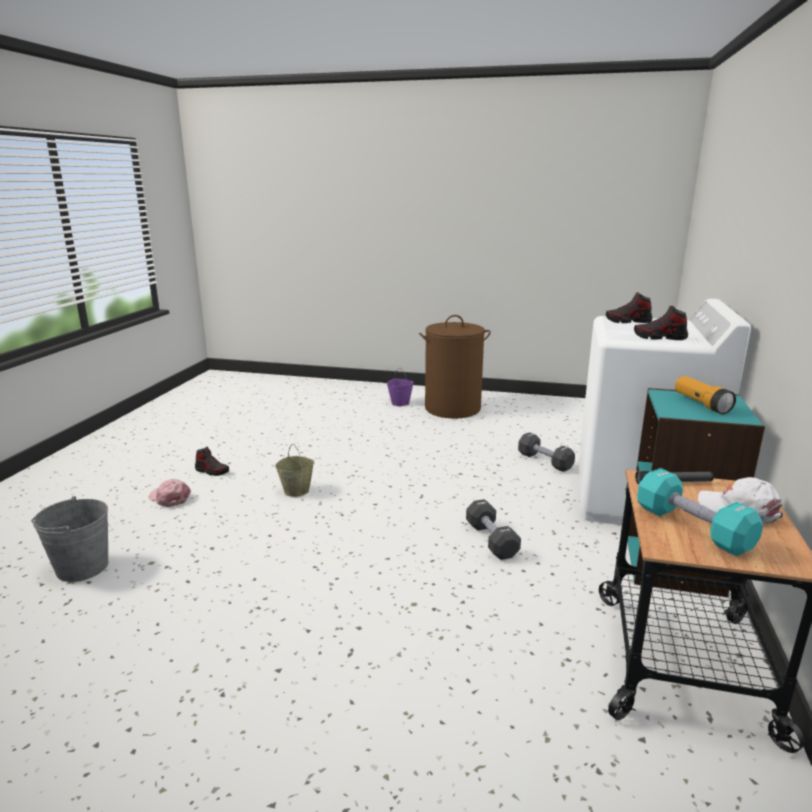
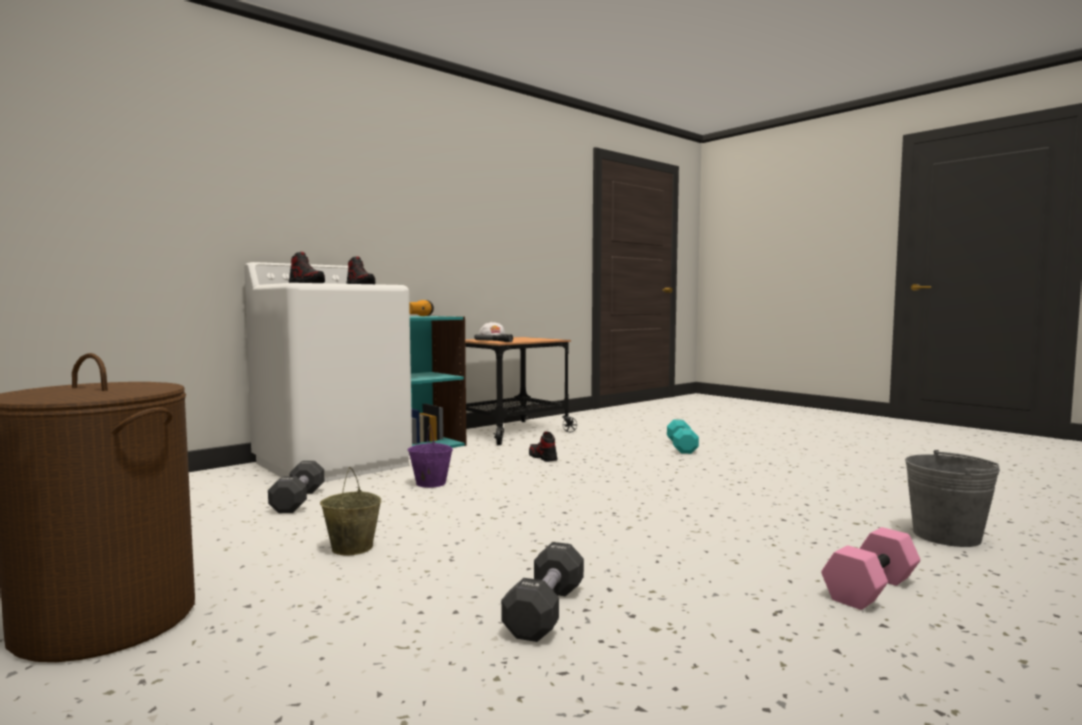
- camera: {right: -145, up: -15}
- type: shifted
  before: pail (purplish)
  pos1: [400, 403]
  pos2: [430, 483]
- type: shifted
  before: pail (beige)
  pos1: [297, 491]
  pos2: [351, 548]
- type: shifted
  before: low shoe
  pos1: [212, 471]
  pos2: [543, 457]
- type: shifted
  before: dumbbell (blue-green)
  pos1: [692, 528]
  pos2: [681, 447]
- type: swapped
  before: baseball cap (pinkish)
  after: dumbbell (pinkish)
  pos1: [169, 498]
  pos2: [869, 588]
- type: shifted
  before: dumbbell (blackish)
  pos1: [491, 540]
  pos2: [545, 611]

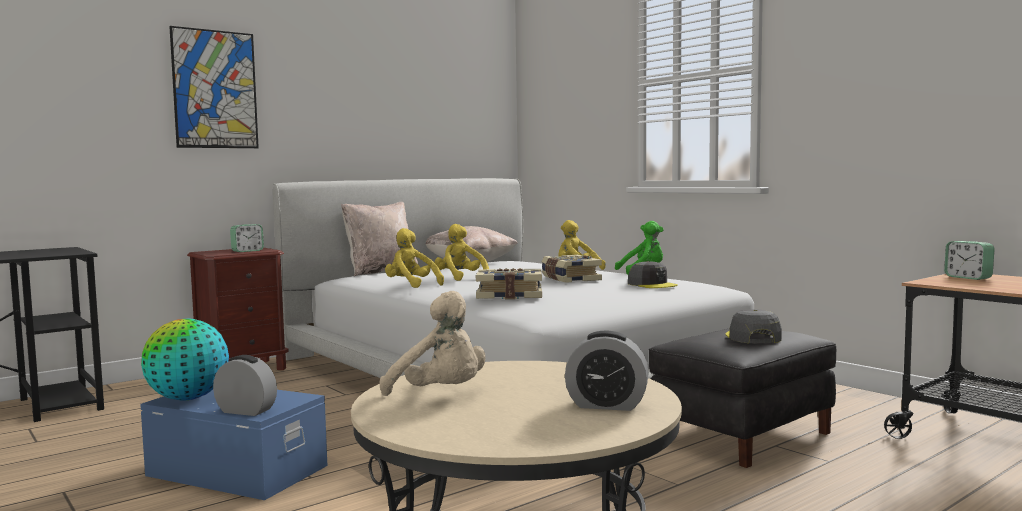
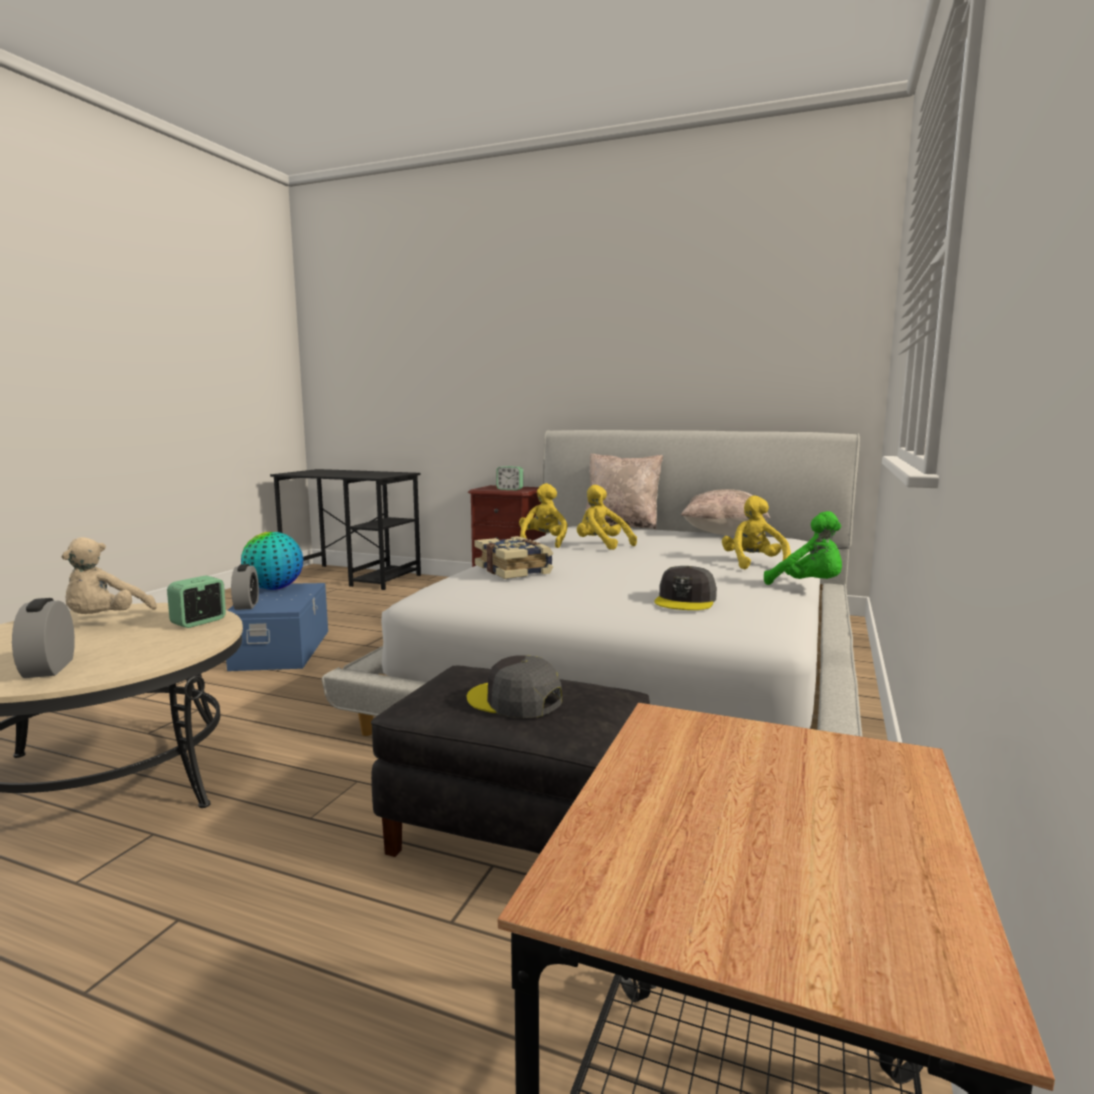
- camera: {right: 60, up: 5}
- type: gone
  before: wall picture
  pos1: [215, 89]
- type: rotated
  before: soft toy (yellow)
  pos1: [460, 278]
  pos2: [601, 545]
  turn: -75
- type: shifted
  before: table clock
  pos1: [968, 277]
  pos2: [199, 622]
- type: gone
  before: volume
  pos1: [569, 279]
- type: rotated
  before: baseball cap (grey)
  pos1: [752, 337]
  pos2: [514, 700]
  turn: -120

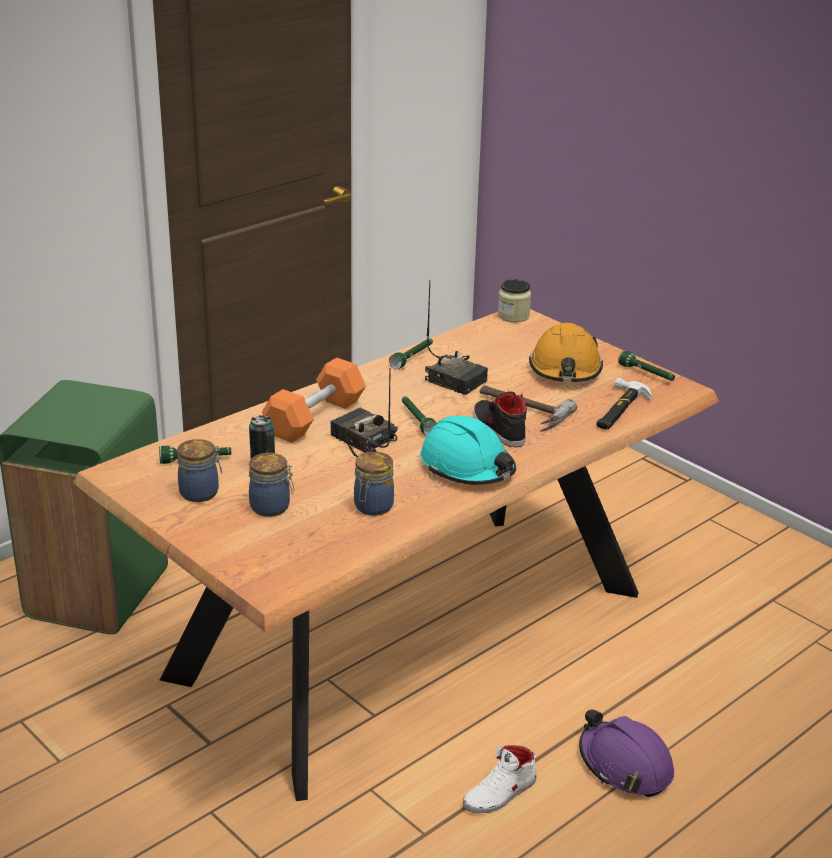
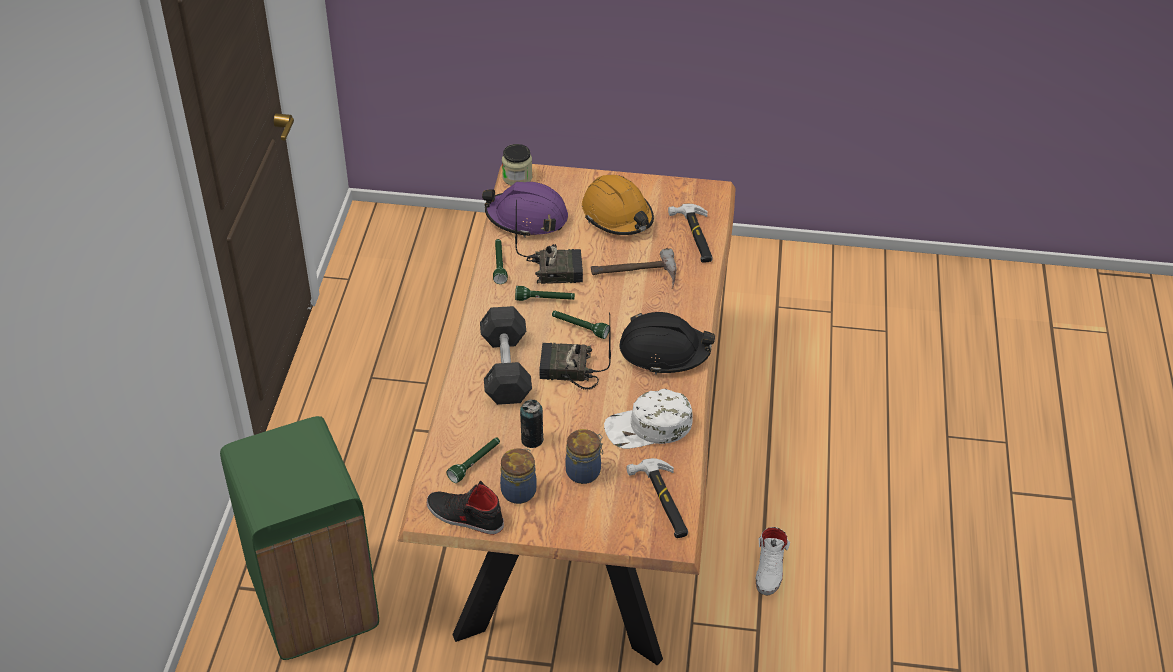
- camera: {right: -40, up: 15}
- type: shifted
  before: flashlight (green)
  pos1: [646, 374]
  pos2: [545, 300]
- type: repainted
  before: dumbbell (orangey)
  after: dumbbell (grey)
  pos1: [315, 418]
  pos2: [505, 368]
- type: shifted
  before: low shoe (blackish)
  pos1: [498, 428]
  pos2: [464, 517]
- type: repainted
  before: hard hat (blue-green)
  after: hard hat (blackish)
  pos1: [467, 467]
  pos2: [664, 352]
- type: swapped
  before: preserve jar
  after: baseball cap (white-coloured)
  pos1: [372, 507]
  pos2: [648, 427]
- type: shifted
  before: hard hat (purplish)
  pos1: [625, 765]
  pos2: [527, 218]
- type: new
  after: hand hammer
  pos2: [662, 501]

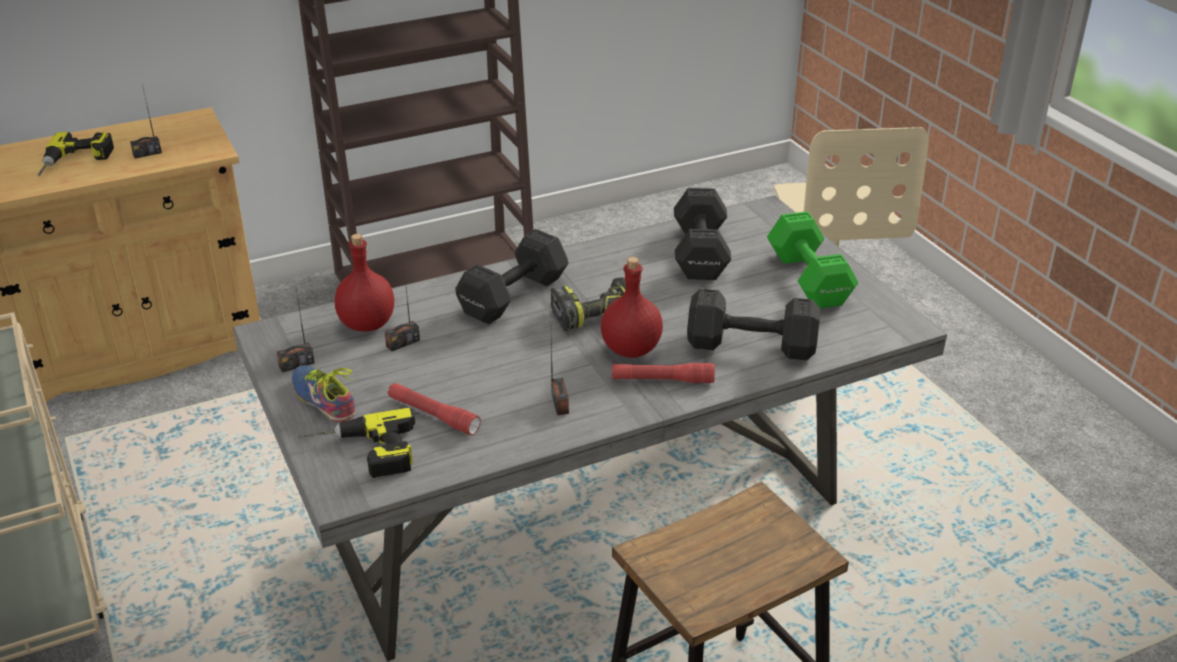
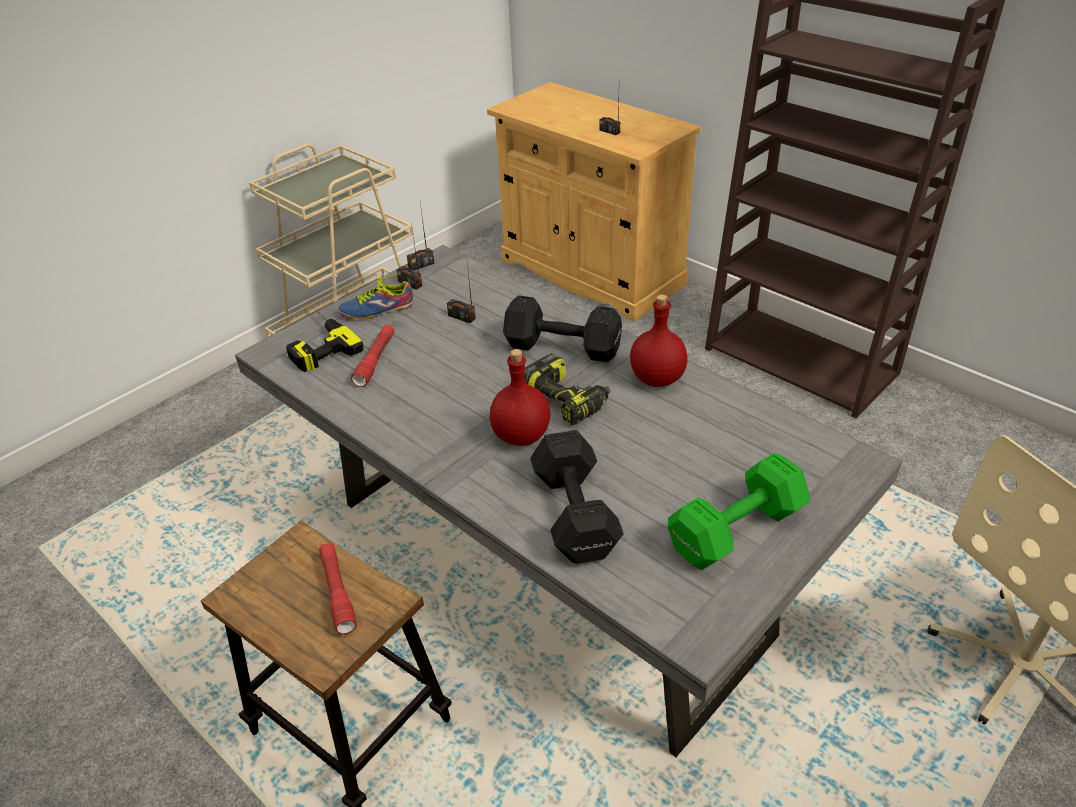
- camera: {right: 70, up: 5}
- type: gone
  before: power drill
  pos1: [76, 162]
- type: gone
  before: dumbbell (blackish)
  pos1: [699, 254]
- type: shifted
  before: drink bottle (reddish)
  pos1: [366, 325]
  pos2: [656, 378]
- type: shifted
  before: radio set
  pos1: [559, 404]
  pos2: [421, 265]
- type: shifted
  before: flashlight (reddish)
  pos1: [662, 380]
  pos2: [337, 592]
- type: rotated
  before: low shoe
  pos1: [326, 398]
  pos2: [376, 308]
  turn: -135

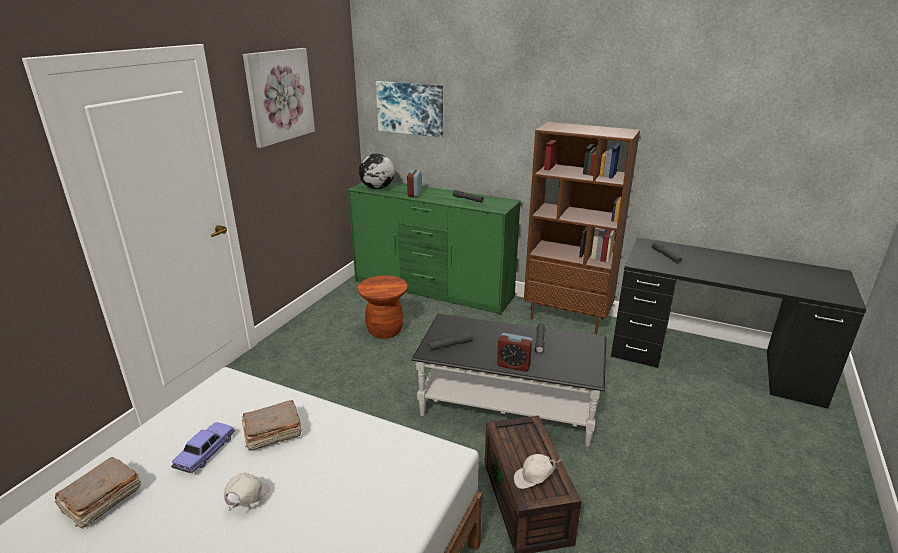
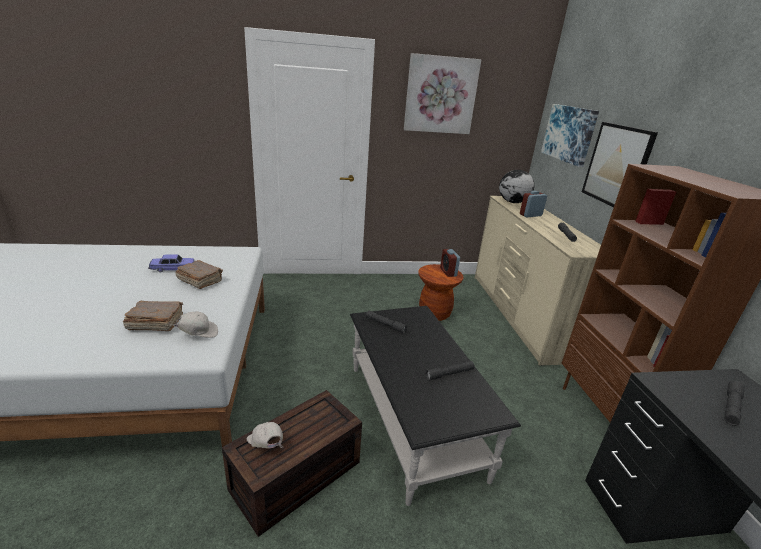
- camera: {right: 55, up: 0}
- type: repainted
  before: drawer chest (green)
  after: drawer chest (beige)
  pos1: [433, 290]
  pos2: [519, 314]
- type: shifted
  before: table clock
  pos1: [513, 365]
  pos2: [448, 272]
- type: shifted
  before: volume (brown)
  pos1: [101, 501]
  pos2: [155, 323]
- type: shifted
  before: baseball cap (white-coloured)
  pos1: [247, 501]
  pos2: [198, 334]
- type: new
  after: wall picture
  pos2: [617, 165]

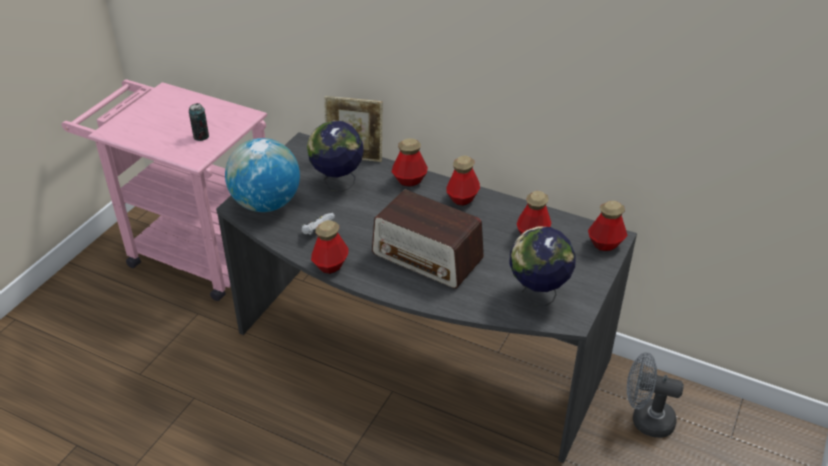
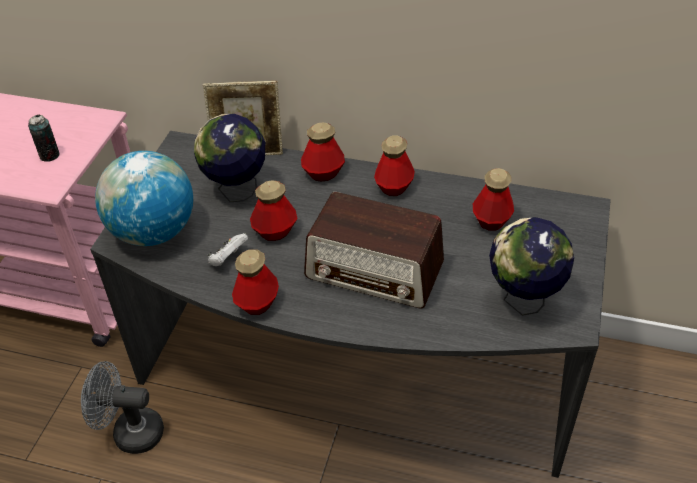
- camera: {right: -10, up: 5}
- type: shifted
  before: drink bottle
  pos1: [605, 244]
  pos2: [275, 231]
- type: shifted
  before: electric fan (grey)
  pos1: [645, 419]
  pos2: [130, 432]

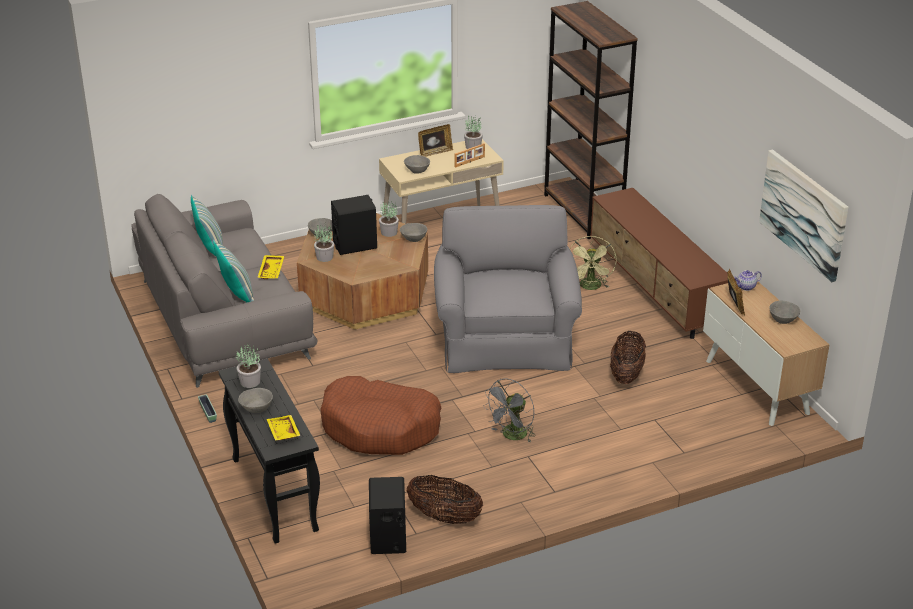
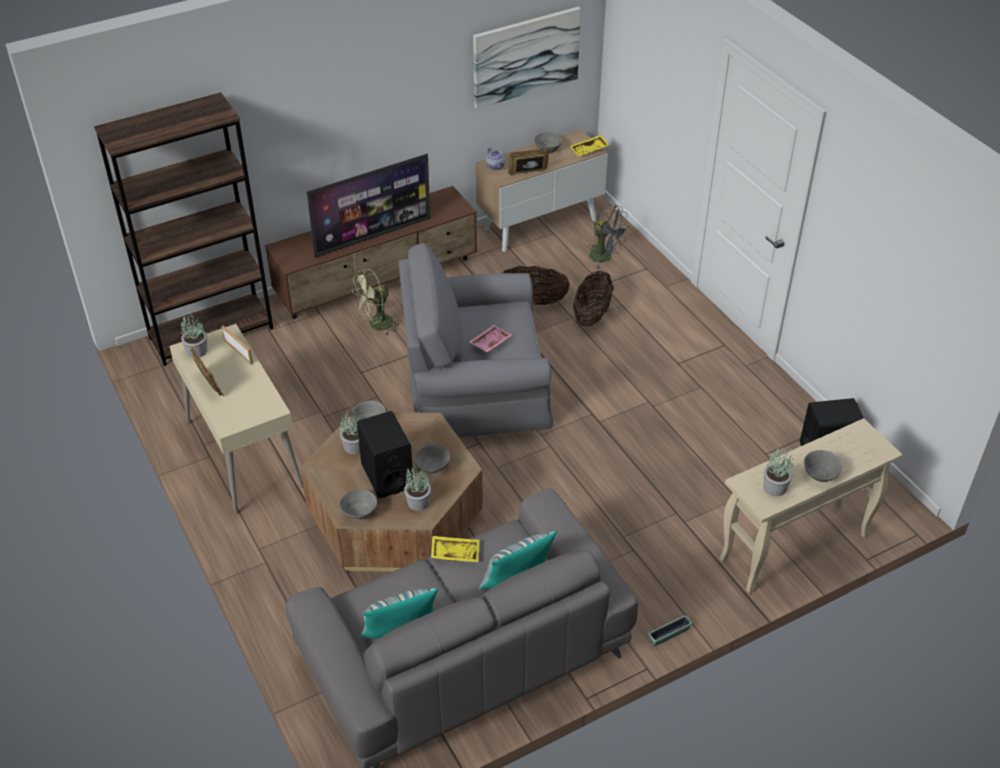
- camera: {right: -95, up: 10}
- type: shifted
  before: serving bowl (grey)
  pos1: [417, 170]
  pos2: [433, 467]
- type: rotated
  before: electric fan (green)
  pos1: [591, 287]
  pos2: [376, 325]
  turn: 150
- type: repainted
  before: narrow table (blackish)
  after: narrow table (beige)
  pos1: [273, 494]
  pos2: [793, 548]
- type: gone
  before: pet bed (brown)
  pos1: [380, 427]
- type: shifted
  before: electric fan (grey)
  pos1: [512, 436]
  pos2: [605, 257]
- type: shifted
  before: carrying tray (yellow)
  pos1: [282, 432]
  pos2: [589, 150]
- type: shifted
  before: household basket
  pos1: [444, 517]
  pos2: [592, 315]
- type: new
  after: TV set
  pos2: [372, 236]
- type: new
  after: carrying tray (pinkish)
  pos2: [489, 342]

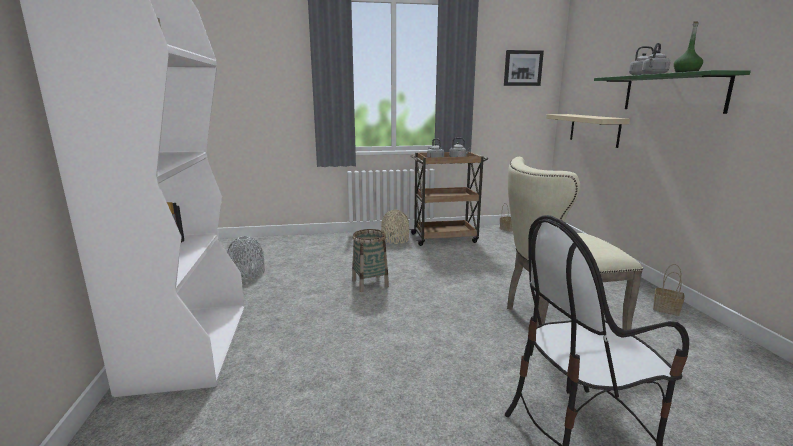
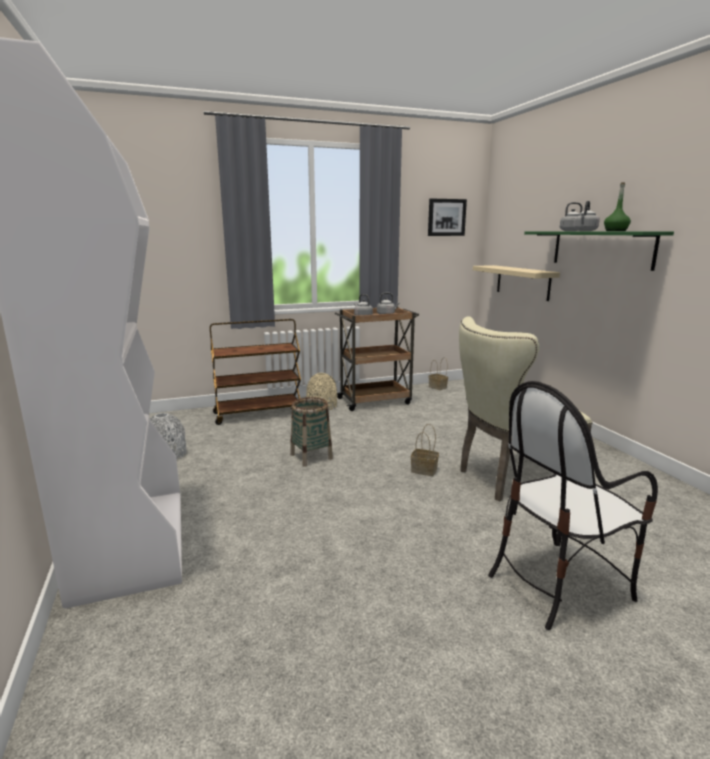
- camera: {right: -10, up: 0}
- type: shifted
  before: household basket
  pos1: [667, 309]
  pos2: [425, 470]
- type: new
  after: wheeled cart (brown)
  pos2: [258, 413]

